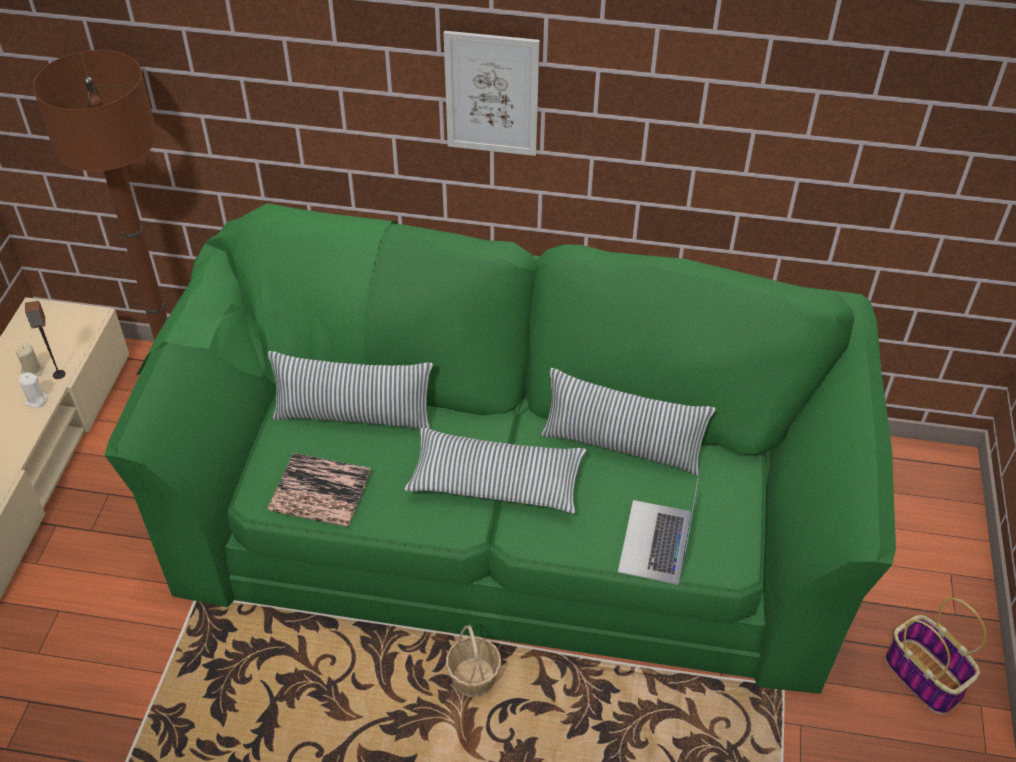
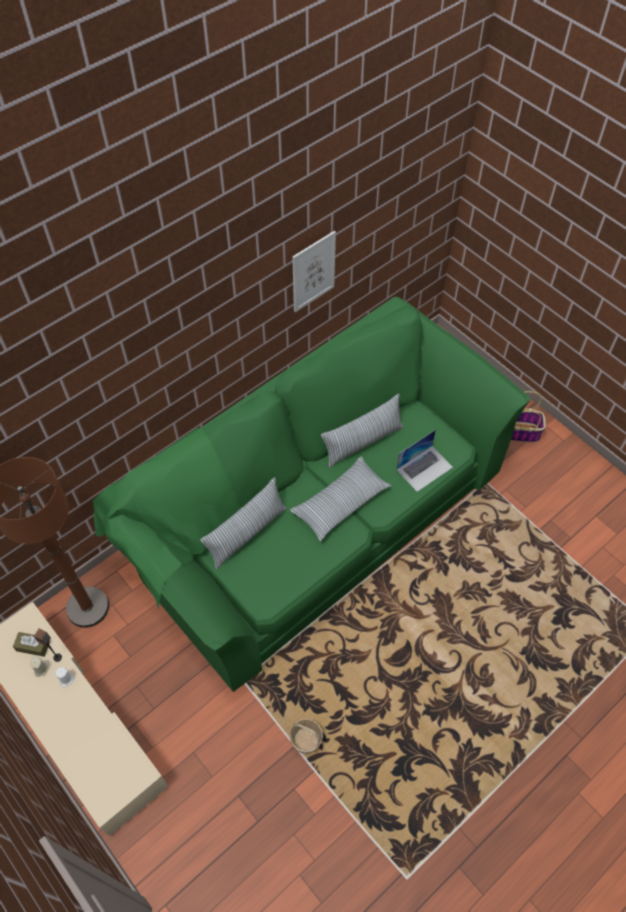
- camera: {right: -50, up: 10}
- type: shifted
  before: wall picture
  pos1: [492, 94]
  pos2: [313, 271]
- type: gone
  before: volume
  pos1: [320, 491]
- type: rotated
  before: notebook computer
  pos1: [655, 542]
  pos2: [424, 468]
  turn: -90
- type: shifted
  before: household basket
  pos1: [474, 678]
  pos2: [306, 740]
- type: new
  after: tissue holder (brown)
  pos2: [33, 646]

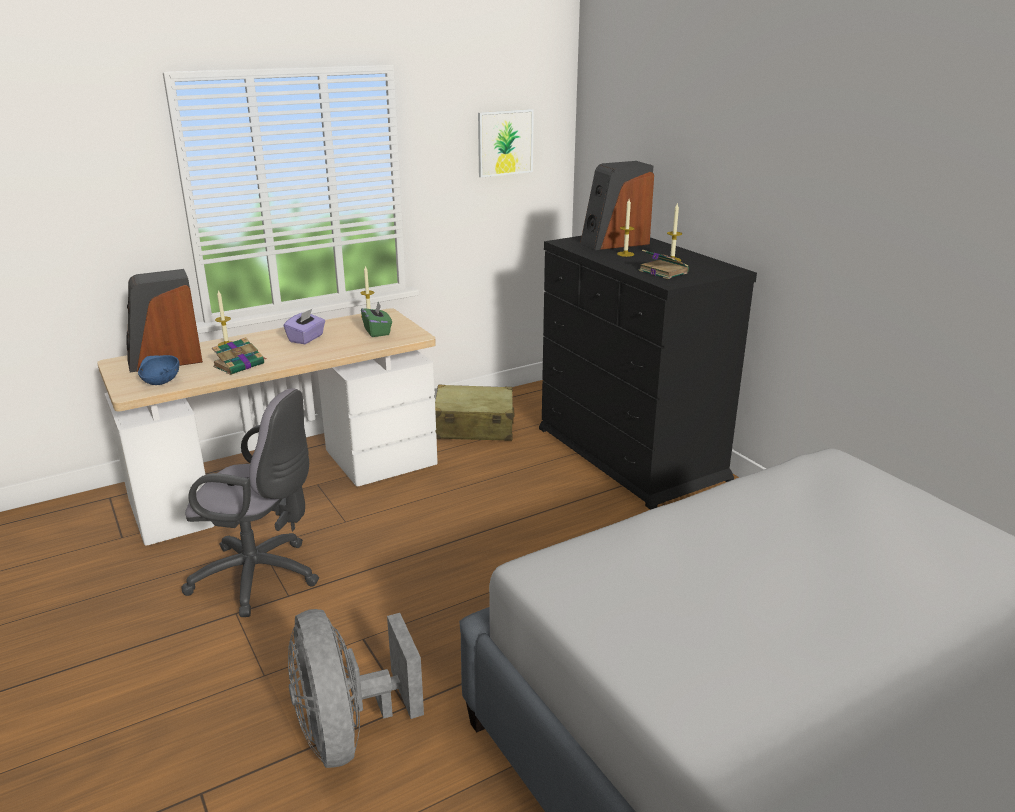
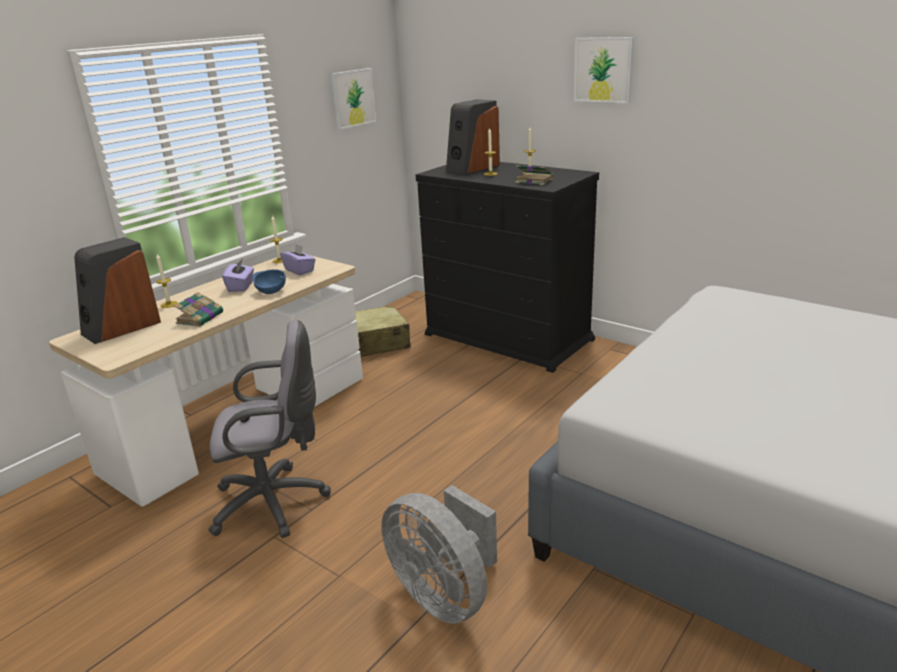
- camera: {right: -20, up: 0}
- type: repainted
  before: tissue holder (green)
  after: tissue holder (purplish)
  pos1: [377, 331]
  pos2: [300, 270]
- type: shifted
  before: serving bowl (blue-coloured)
  pos1: [161, 382]
  pos2: [271, 291]
- type: new
  after: wall picture
  pos2: [603, 70]

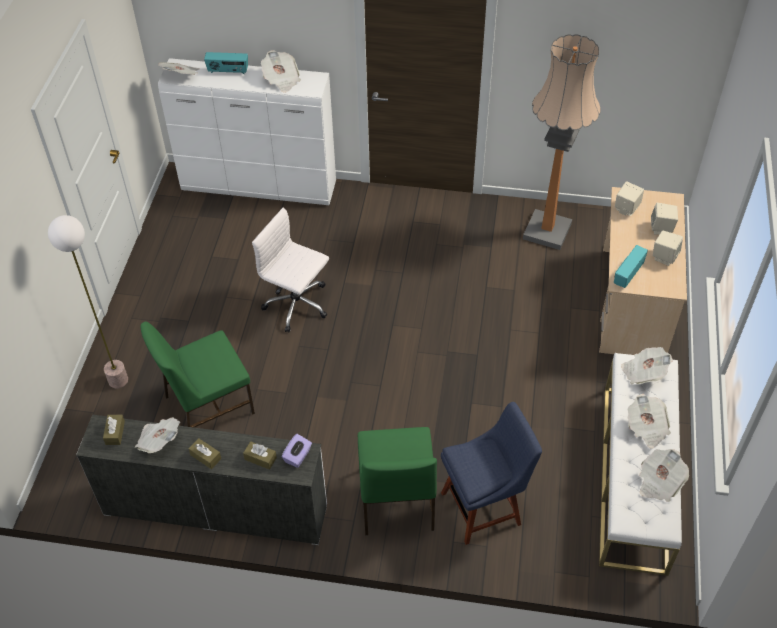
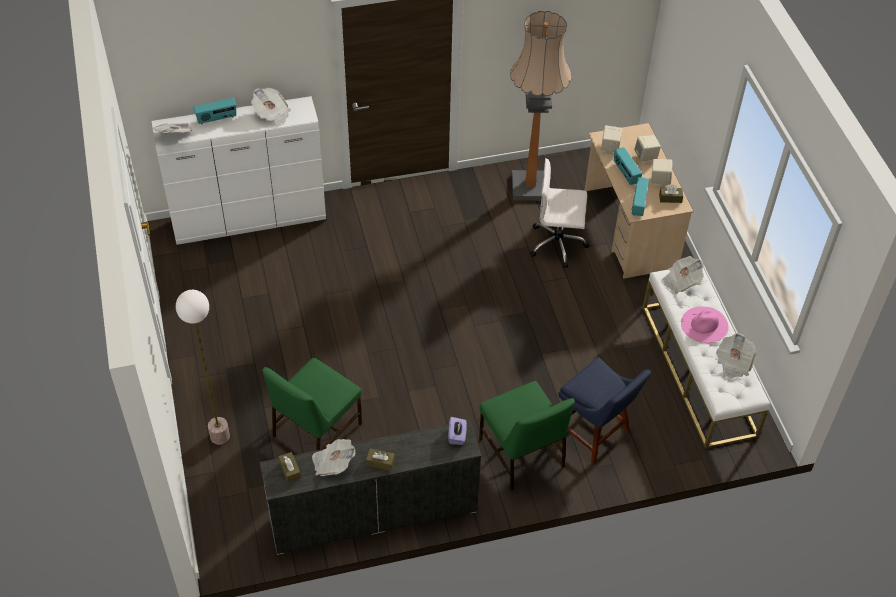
- camera: {right: -25, up: 0}
- type: shifted
  before: office chair (white-coloured)
  pos1: [298, 305]
  pos2: [558, 244]
- type: swapped
  before: printed paper
  after: hat (pinkish)
  pos1: [646, 428]
  pos2: [704, 324]
- type: rotated
  before: plain chair (blue-coloured)
  pos1: [484, 507]
  pos2: [595, 434]
  turn: 90
- type: shifted
  before: tissue holder (brown)
  pos1: [260, 458]
  pos2: [670, 198]
- type: new
  after: radio set
  pos2: [625, 173]

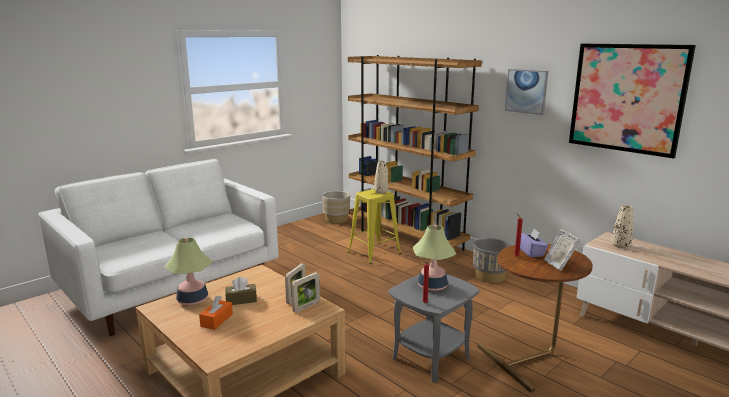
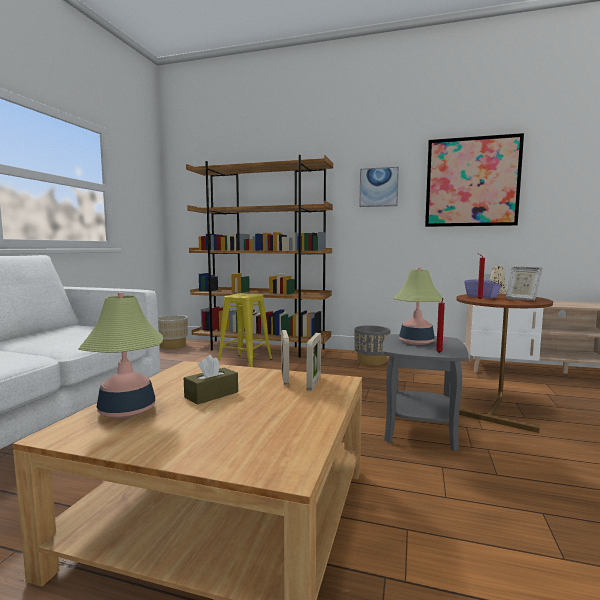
- camera: {right: -30, up: -10}
- type: gone
  before: flower vase (beige)
  pos1: [381, 192]
- type: gone
  before: tissue holder (orangey)
  pos1: [217, 320]

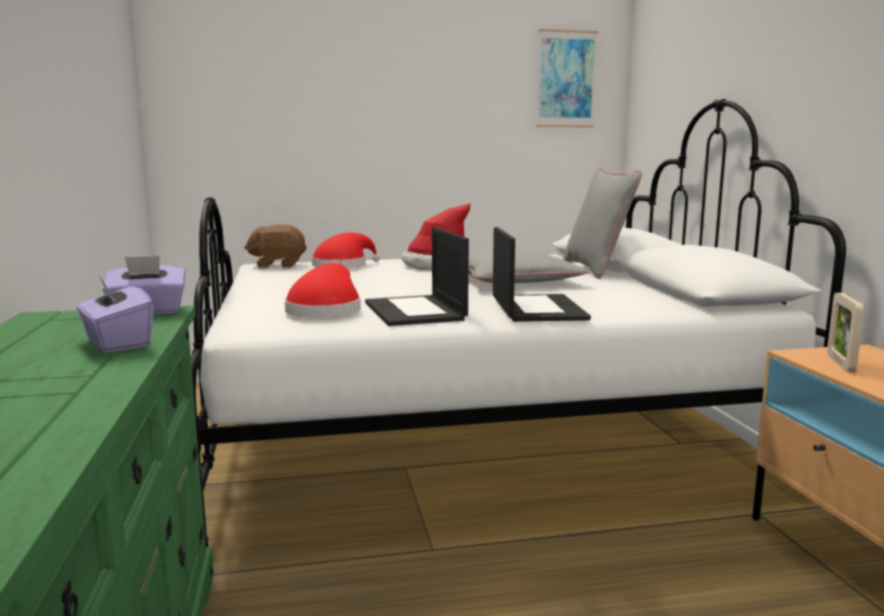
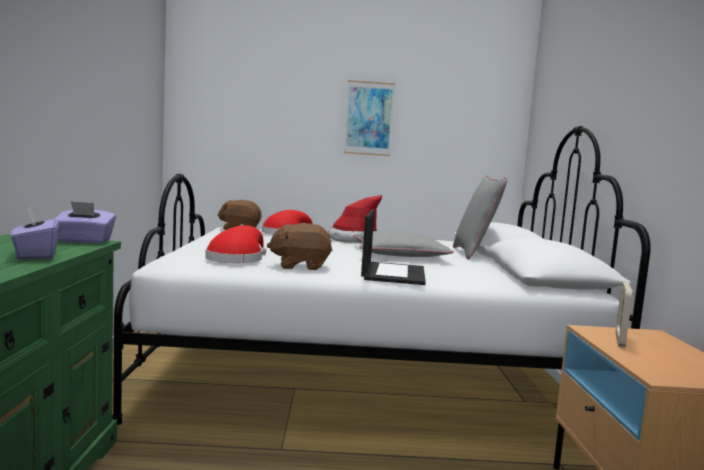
- camera: {right: 10, up: -5}
- type: shifted
  before: wall picture
  pos1: [566, 79]
  pos2: [369, 118]
- type: swapped
  before: notebook computer
  after: soft toy (brown)
  pos1: [415, 311]
  pos2: [300, 266]

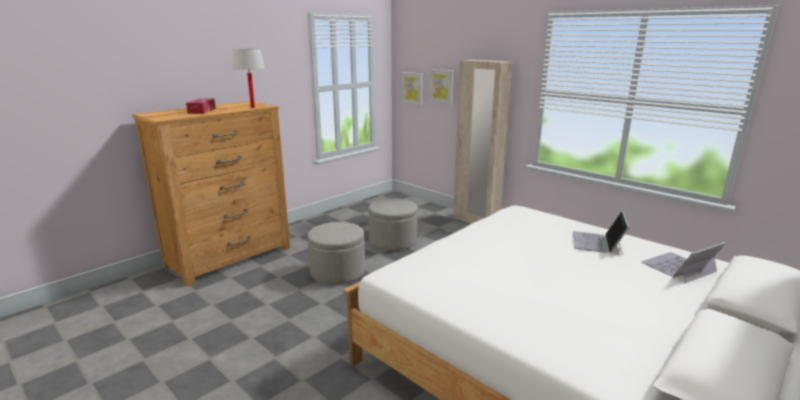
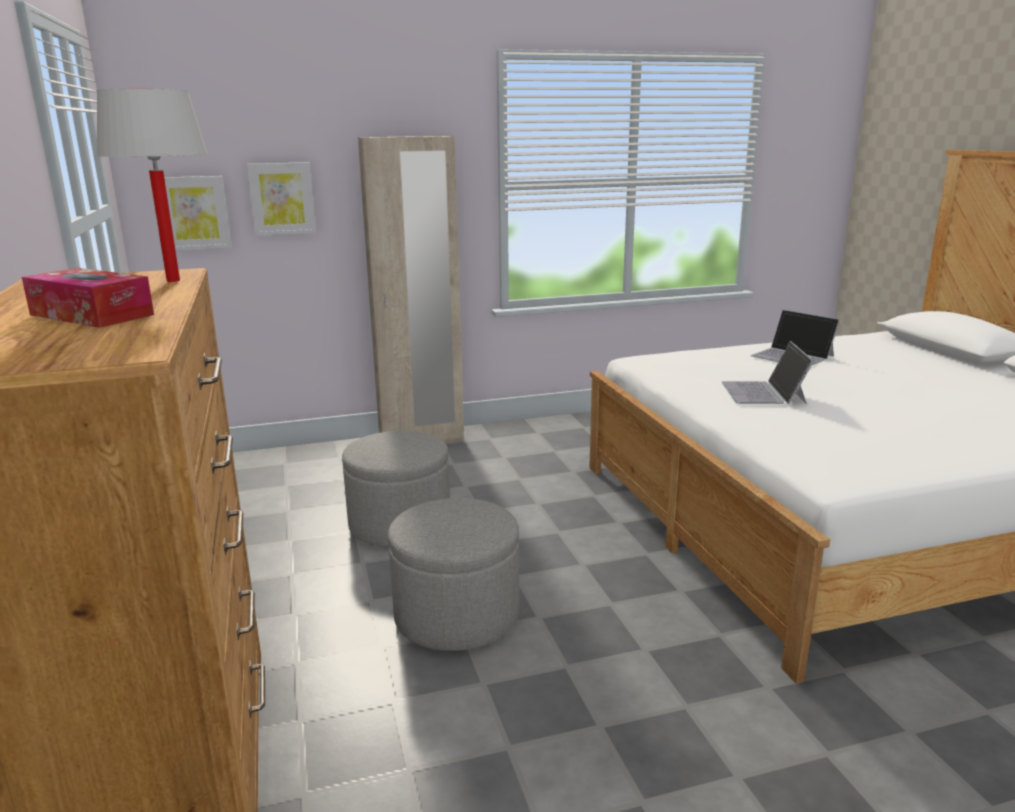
- camera: {right: -60, up: 0}
- type: shifted
  before: notebook computer
  pos1: [678, 267]
  pos2: [764, 392]

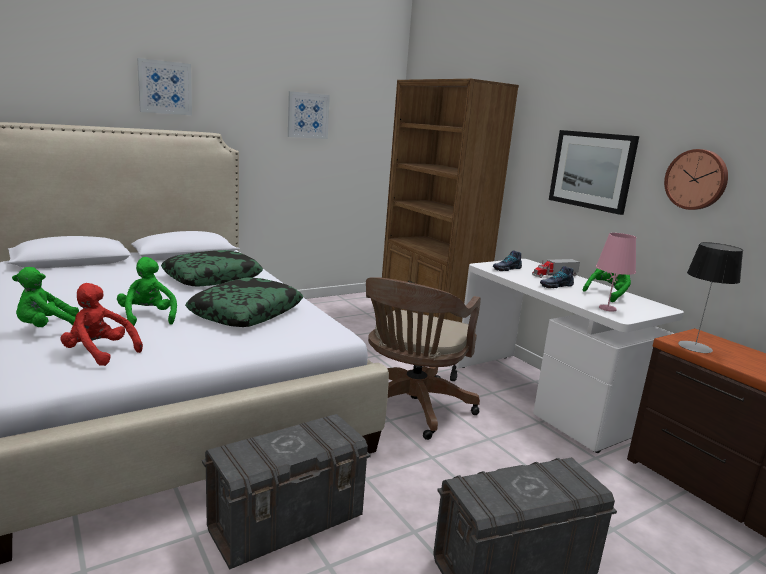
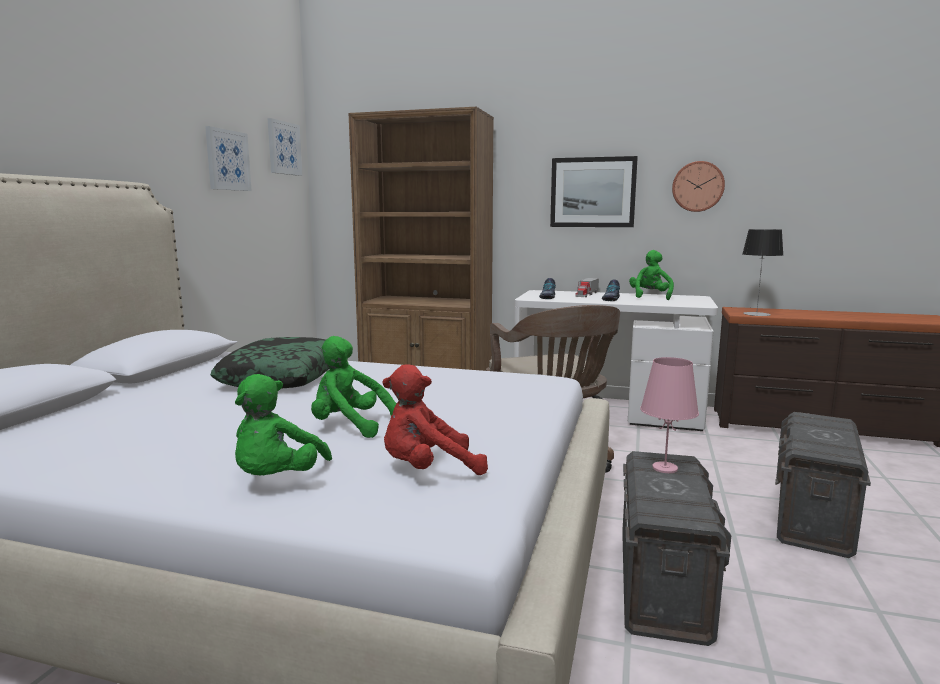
- camera: {right: -40, up: -5}
- type: shifted
  before: wall picture
  pos1: [165, 87]
  pos2: [284, 148]
- type: shifted
  before: lamp for a table (pinkish)
  pos1: [607, 308]
  pos2: [665, 468]
- type: gone
  before: cushion
  pos1: [246, 312]

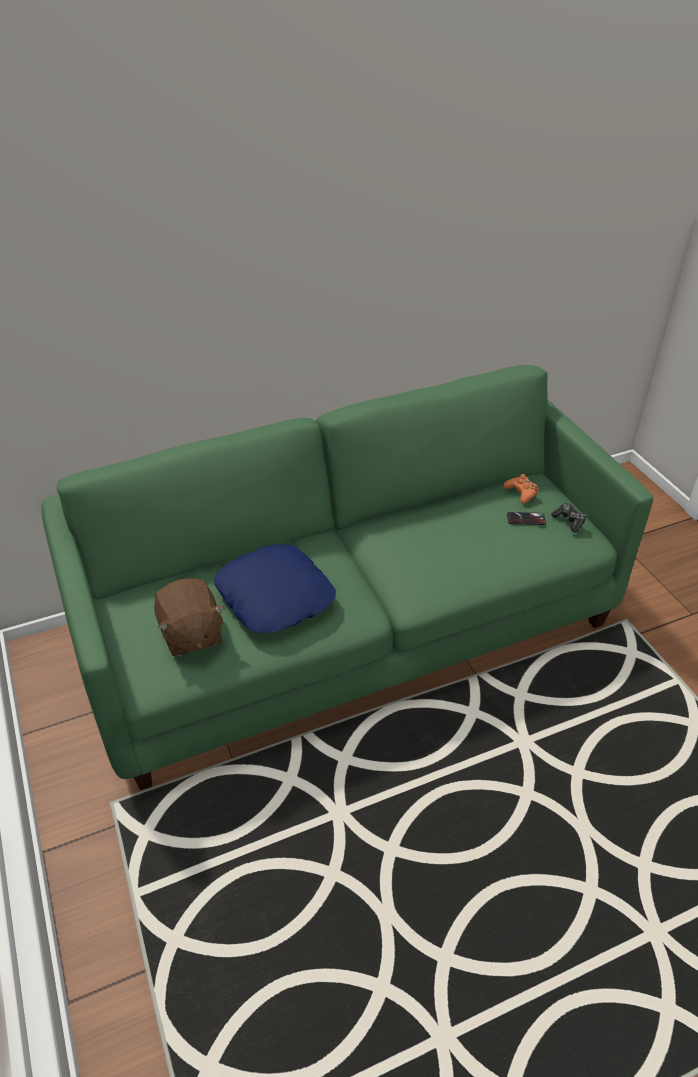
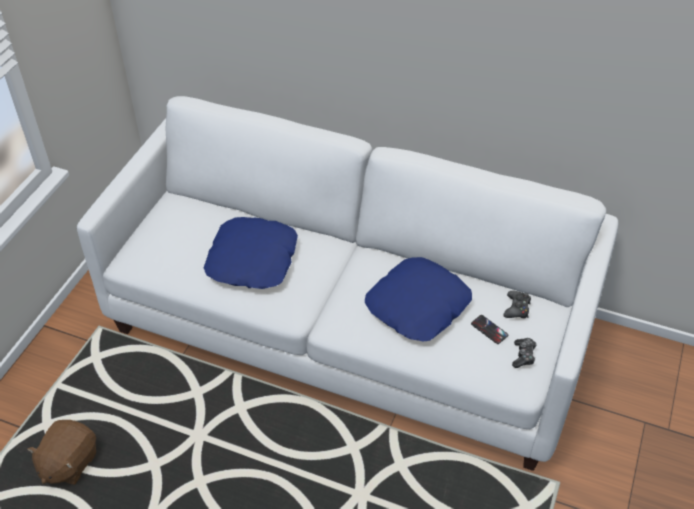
- camera: {right: 45, up: 5}
- type: repainted
  before: settee (green)
  after: settee (white-coloured)
  pos1: [349, 626]
  pos2: [348, 327]
- type: repainted
  before: game controller (orangey)
  after: game controller (blackish)
  pos1: [521, 493]
  pos2: [517, 308]
- type: shifted
  before: soft toy (brown)
  pos1: [191, 634]
  pos2: [68, 463]
- type: new
  after: cushion (blue-coloured)
  pos2: [418, 306]

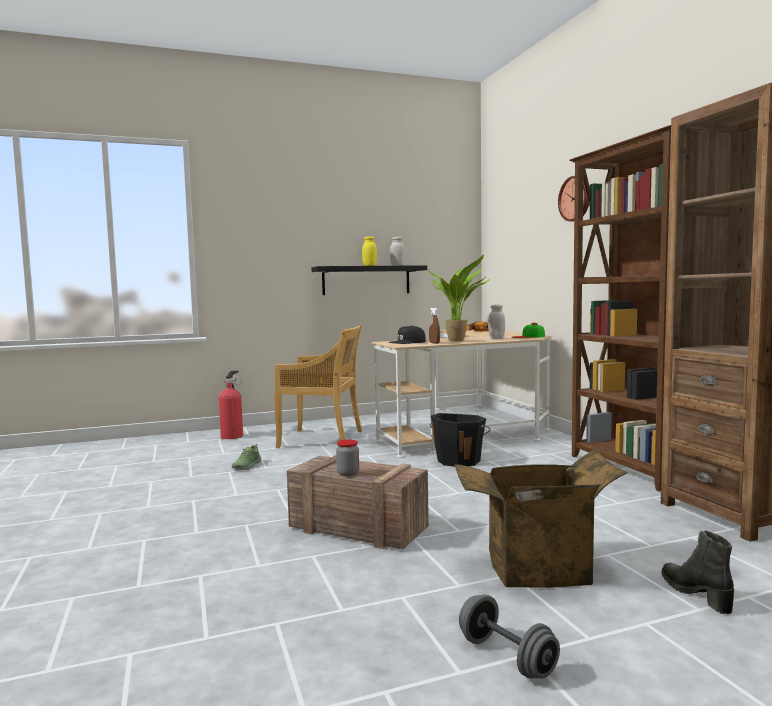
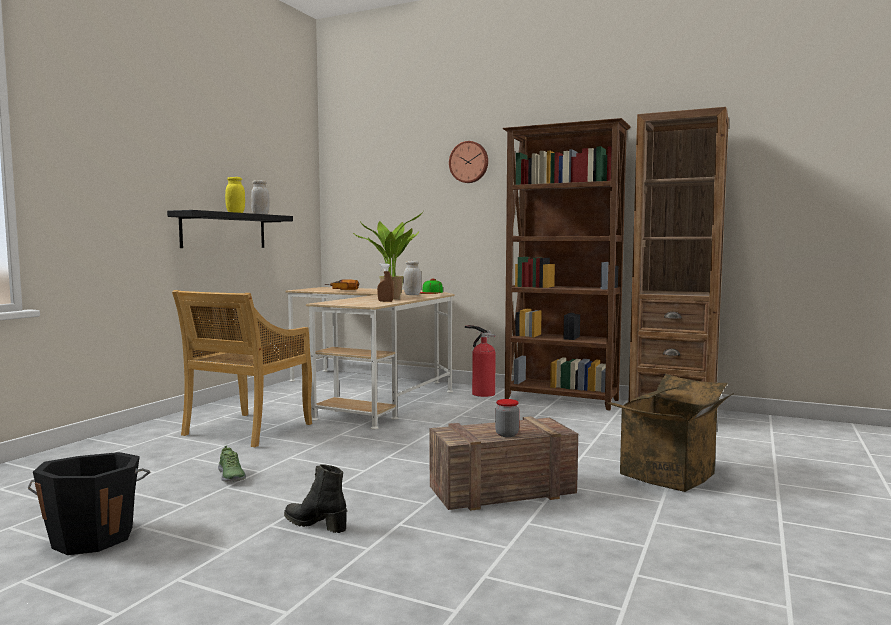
- camera: {right: -45, up: 0}
- type: rotated
  before: plain chair (beige)
  pos1: [323, 439]
  pos2: [247, 430]
  turn: 150
- type: gone
  before: baseball cap (blackish)
  pos1: [407, 342]
- type: shifted
  before: fire-fighting cylinder
  pos1: [232, 436]
  pos2: [481, 393]
- type: shifted
  before: pail (blackish)
  pos1: [459, 460]
  pos2: [93, 536]
- type: shifted
  before: boot (blackish)
  pos1: [696, 594]
  pos2: [316, 524]
- type: gone
  before: dumbbell (grey)
  pos1: [507, 657]

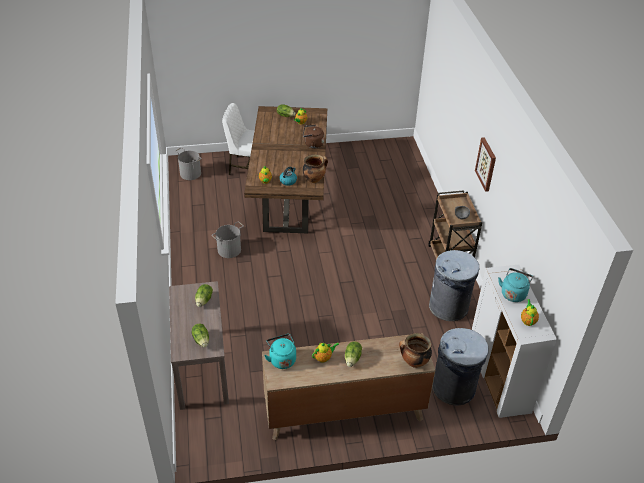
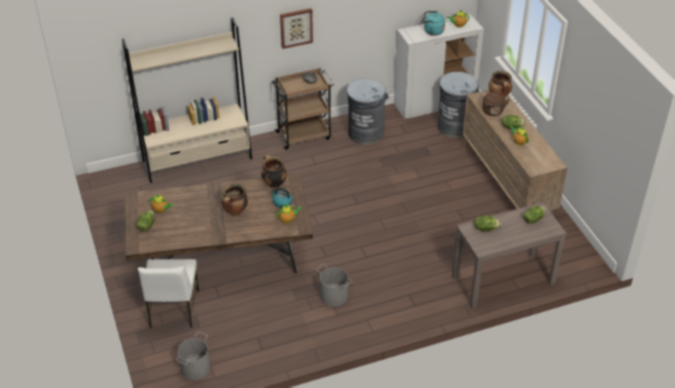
- camera: {right: -100, up: 0}
- type: shifted
  before: water kettle (brown)
  pos1: [312, 144]
  pos2: [493, 112]
- type: gone
  before: water kettle (blue-green)
  pos1: [281, 359]
- type: new
  after: bookshelf (beige)
  pos2: [198, 160]
- type: new
  after: cooking pot
  pos2: [235, 212]

